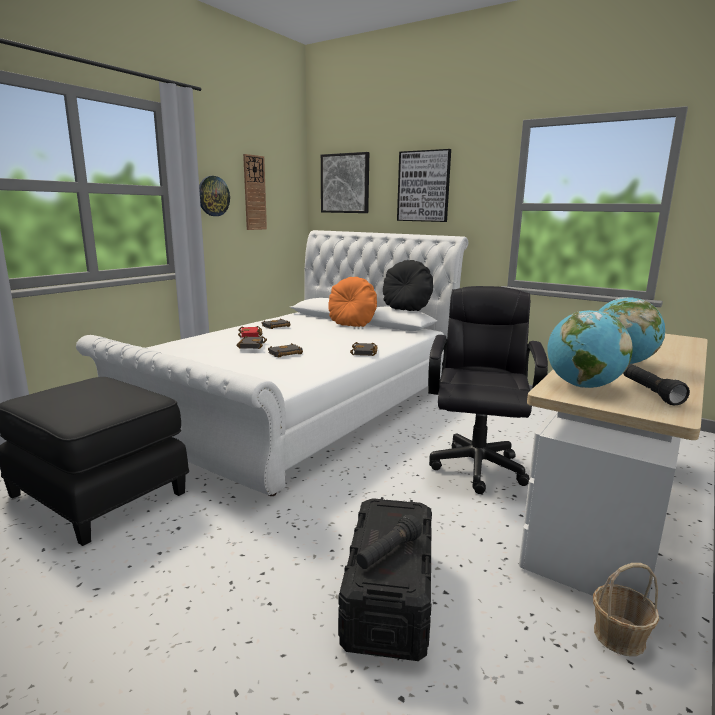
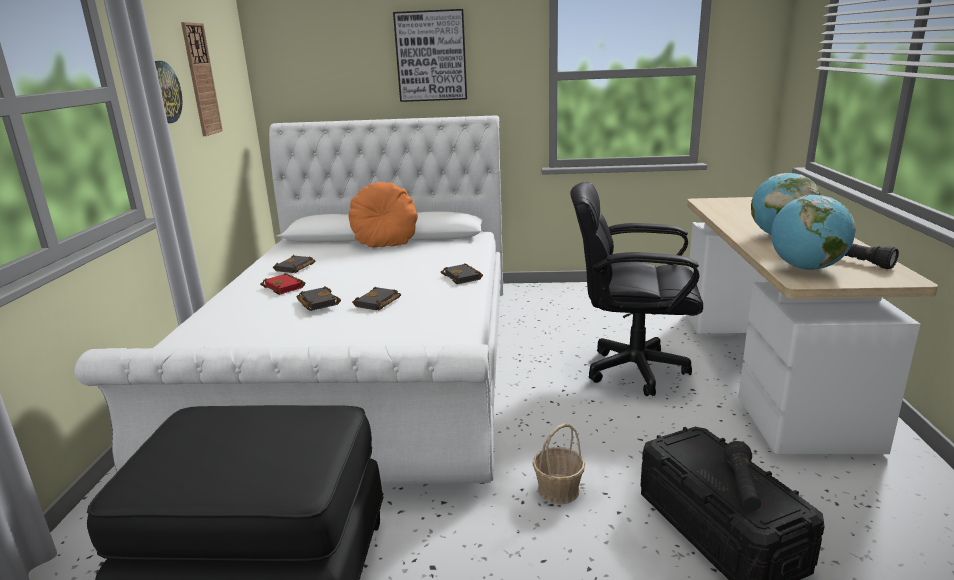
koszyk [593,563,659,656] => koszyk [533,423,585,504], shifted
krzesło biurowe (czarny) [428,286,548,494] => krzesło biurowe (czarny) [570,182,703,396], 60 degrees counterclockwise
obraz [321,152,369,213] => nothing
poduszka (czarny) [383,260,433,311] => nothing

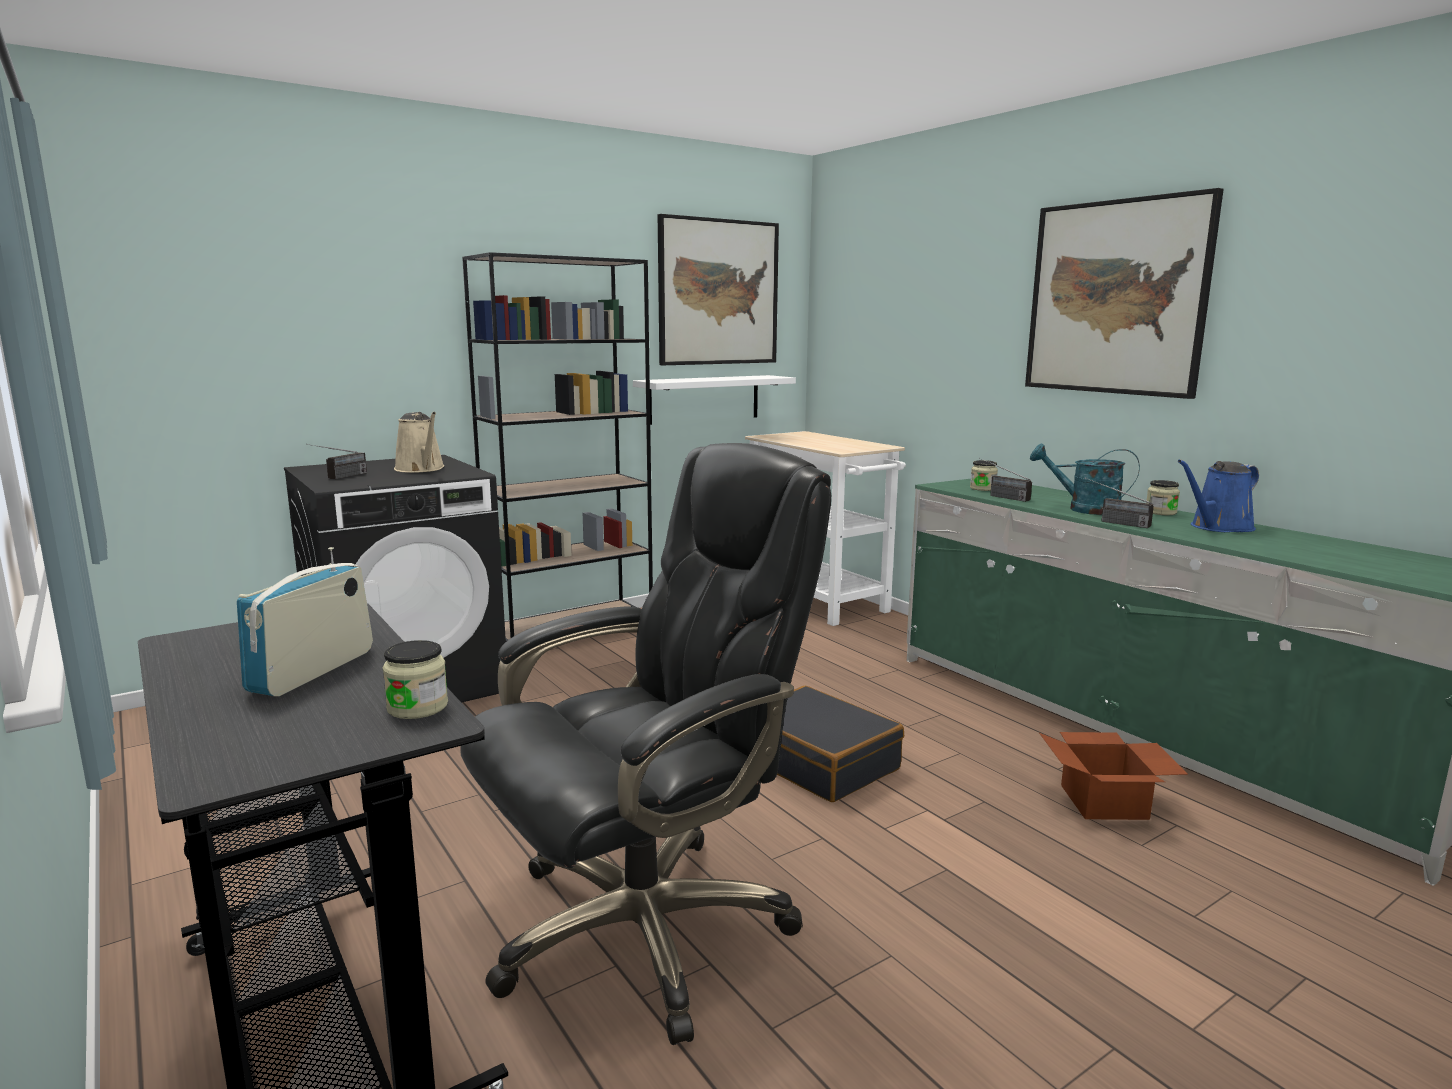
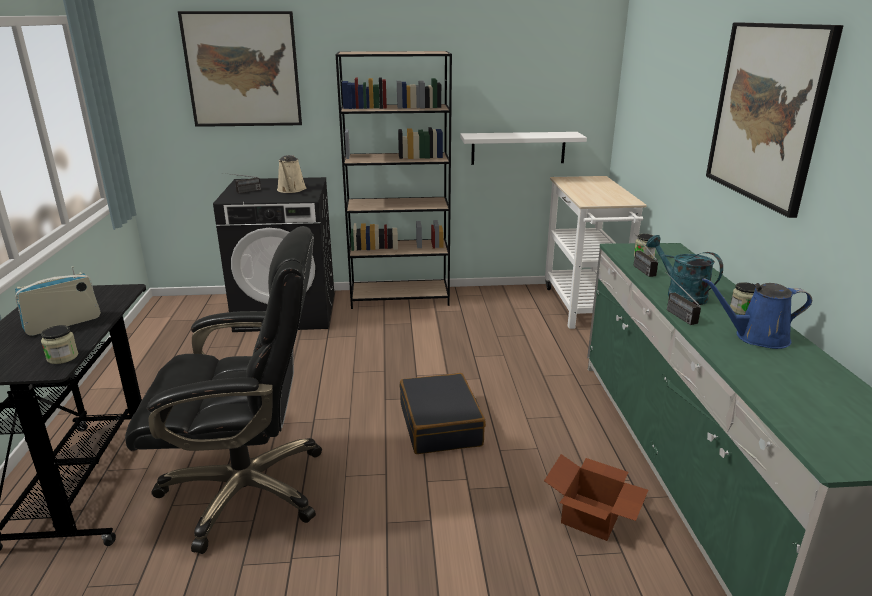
obraz [658,214,779,365] => obraz [178,11,302,127], shifted

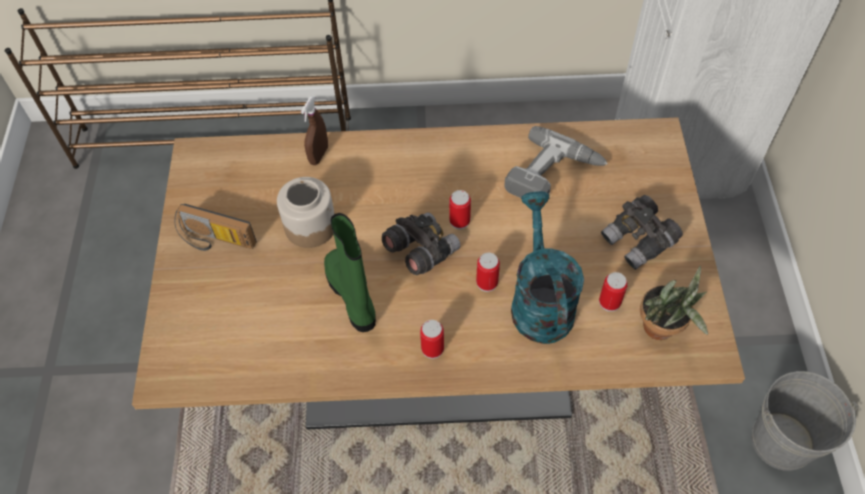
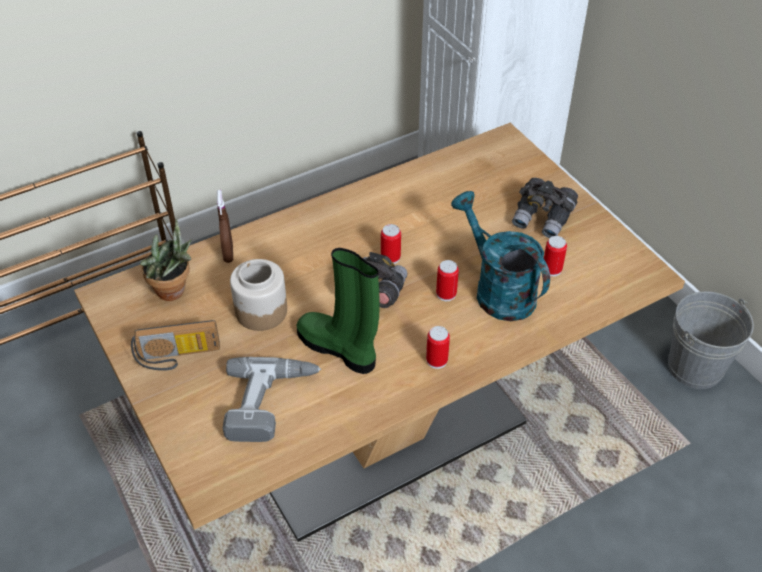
roślina doniczkowa [640,265,708,340] => roślina doniczkowa [140,219,191,301], shifted
wiertarka [504,126,608,198] => wiertarka [223,357,321,442], shifted

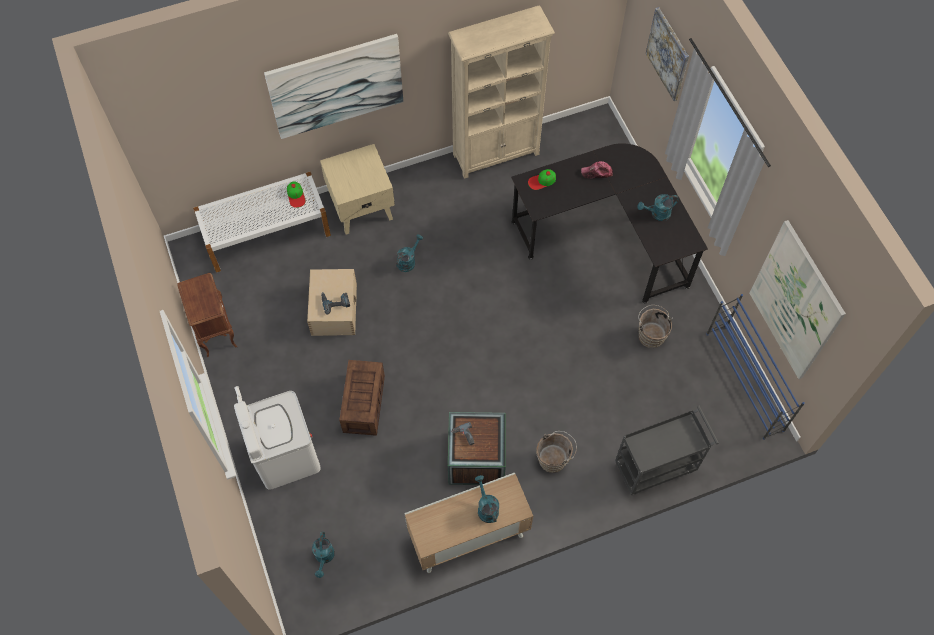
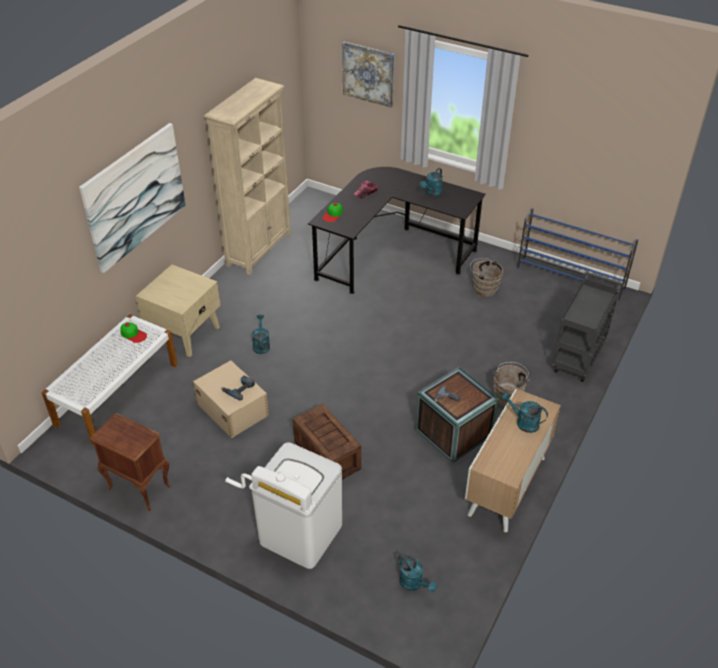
obraz [749,220,846,379] => nothing

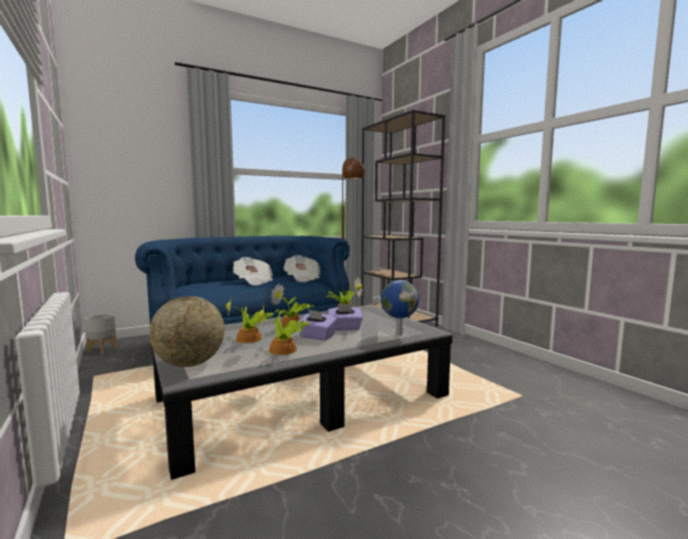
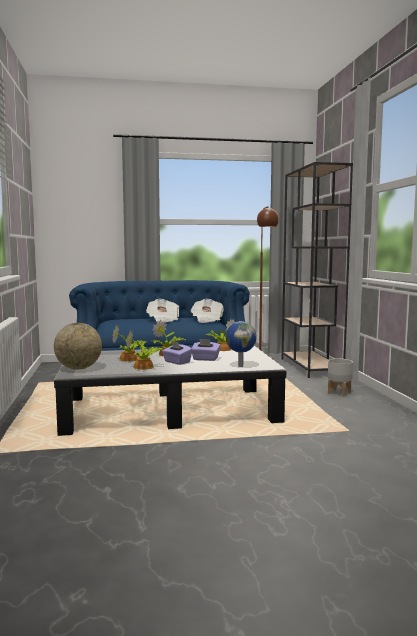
donica (szary) [85,314,117,354] => donica (szary) [328,359,353,397], shifted

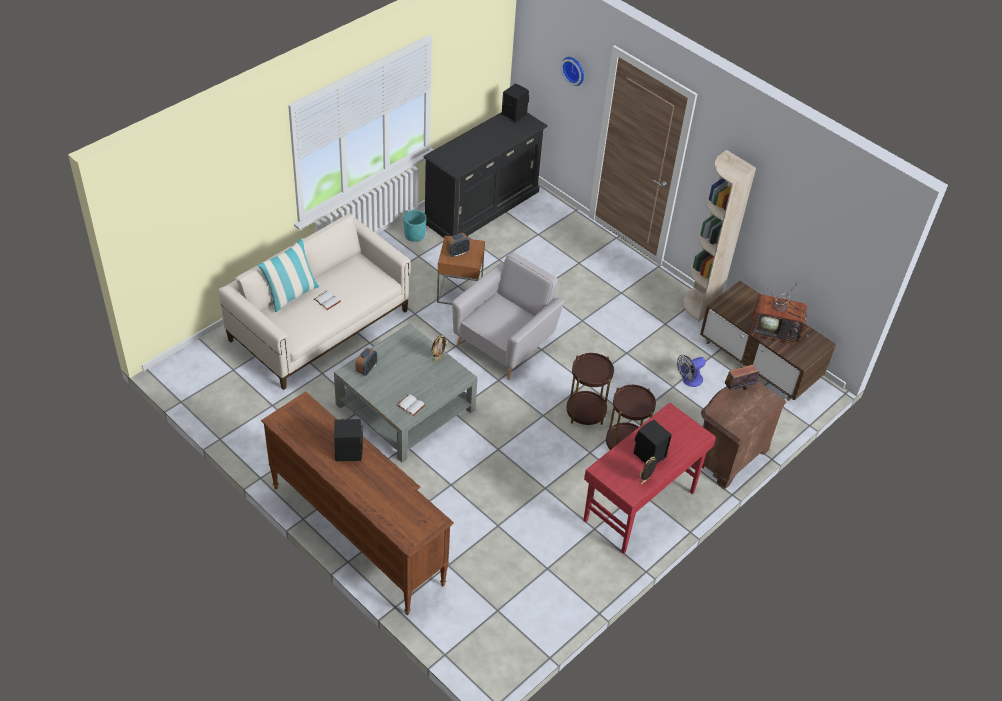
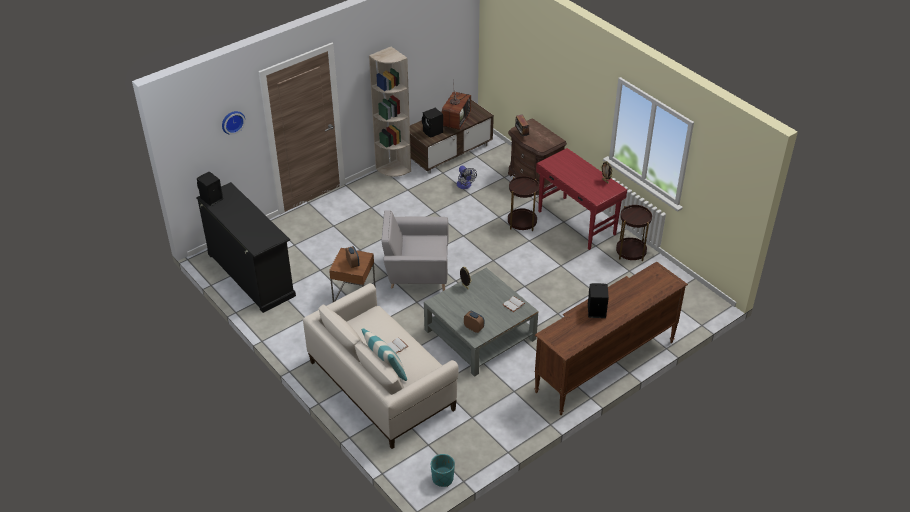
fotel (szary) [452,252,564,380] => fotel (szary) [381,210,448,291], 45 degrees counterclockwise
głośnik (czarny) [634,420,672,464] => głośnik (czarny) [422,108,443,138], shifted
donica (turkusowy) [403,210,427,242] => donica (turkusowy) [431,454,455,487], shifted
stolik (brązowy) [566,353,614,425] => stolik (brązowy) [616,205,652,261], shifted

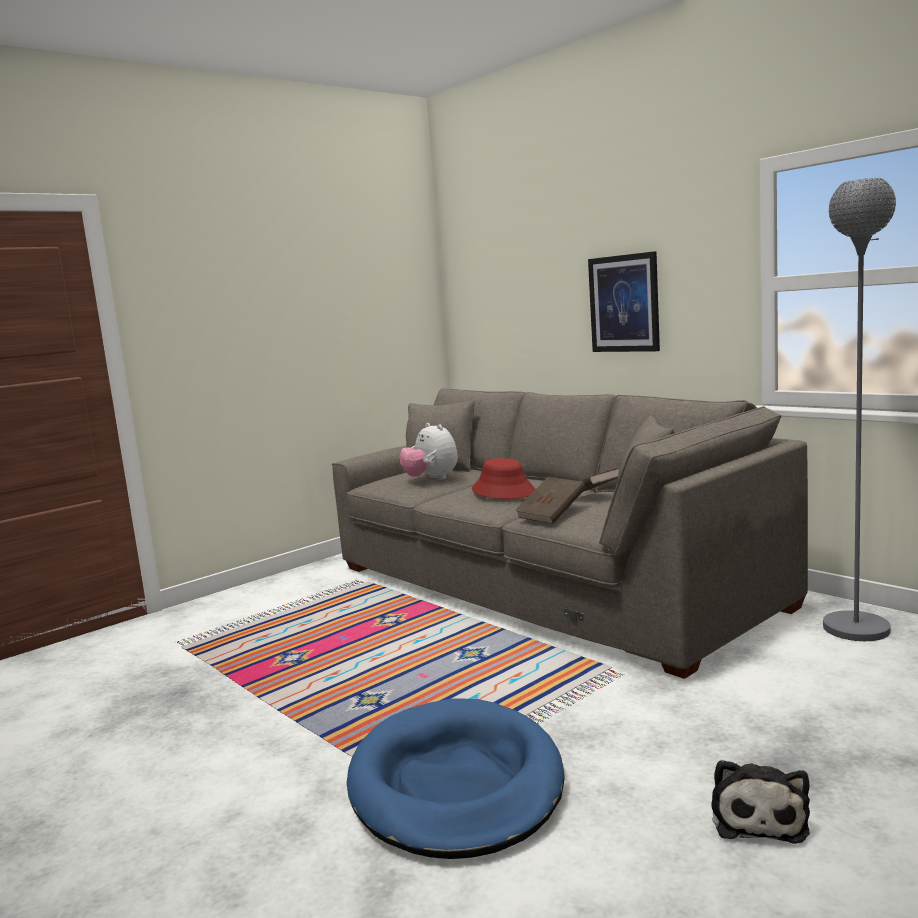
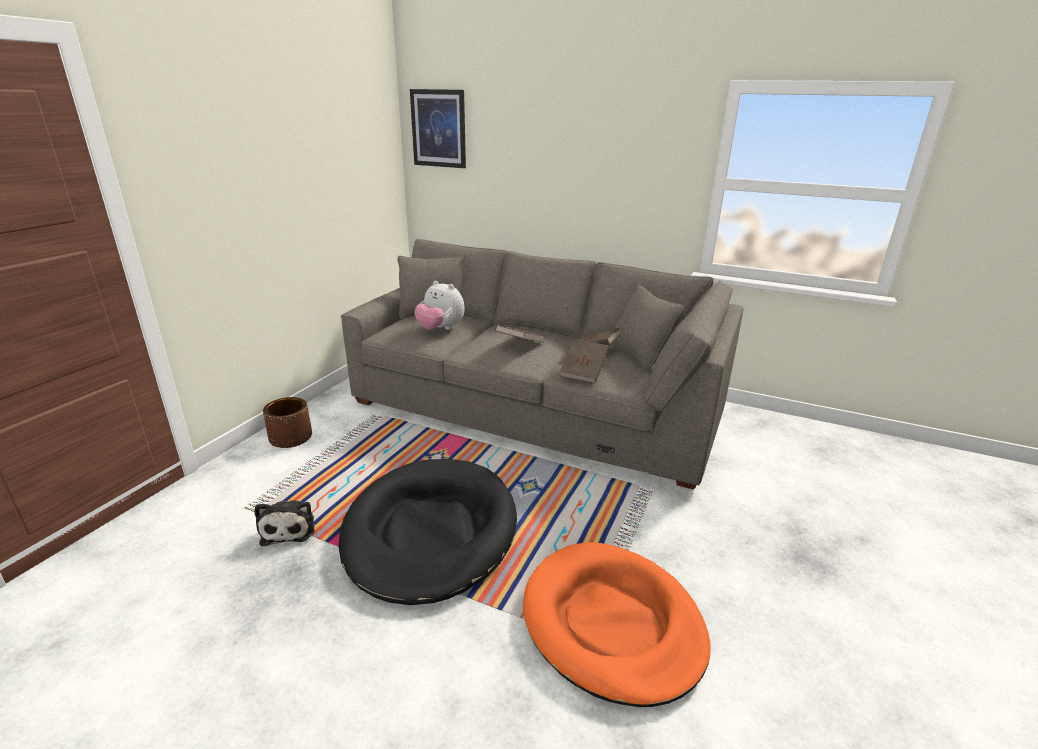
pluszak [711,760,810,844] => pluszak [254,500,315,546], shifted
nothing => donica (brązowy) [263,397,312,448]
nothing => legowisko (czarny) [338,459,517,605]
obraz [588,251,660,352] => obraz [410,89,466,168], shifted
kapelusz (czerwony) [472,458,535,499] => książka (brązowy) [495,325,546,342]
legowisko (niebieski) [347,699,564,859] => legowisko (pomarańczowy) [523,542,711,707]
lampa stojąca (szary) [823,178,896,641] => nothing

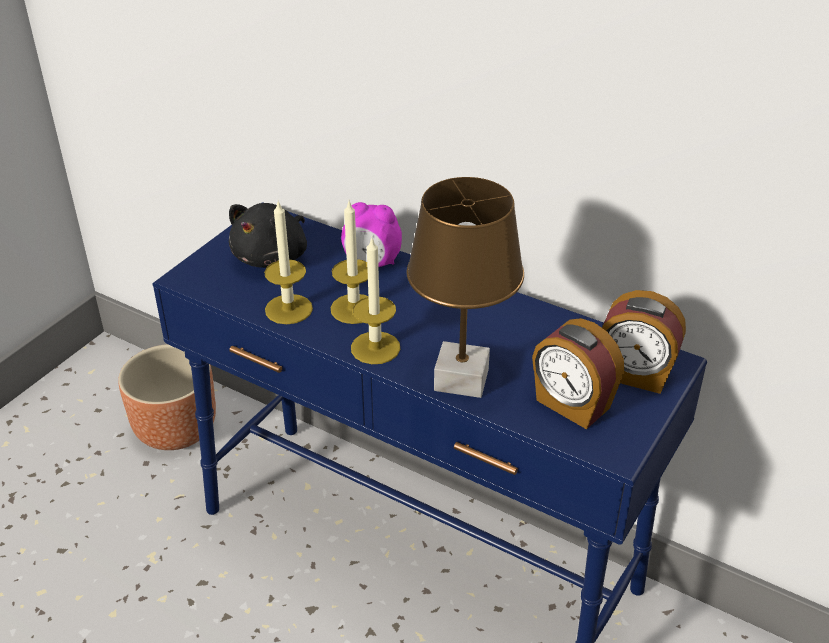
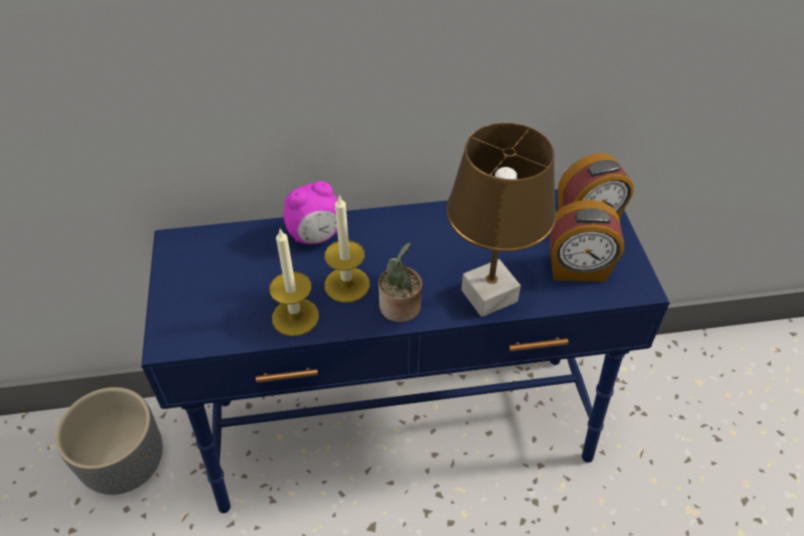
donica (brązowy) [118,344,216,450] => donica (szary) [56,387,163,495]
świeca [351,238,400,364] => roślina doniczkowa [378,242,422,322]
pluszak (czarny) [229,203,307,268] => nothing

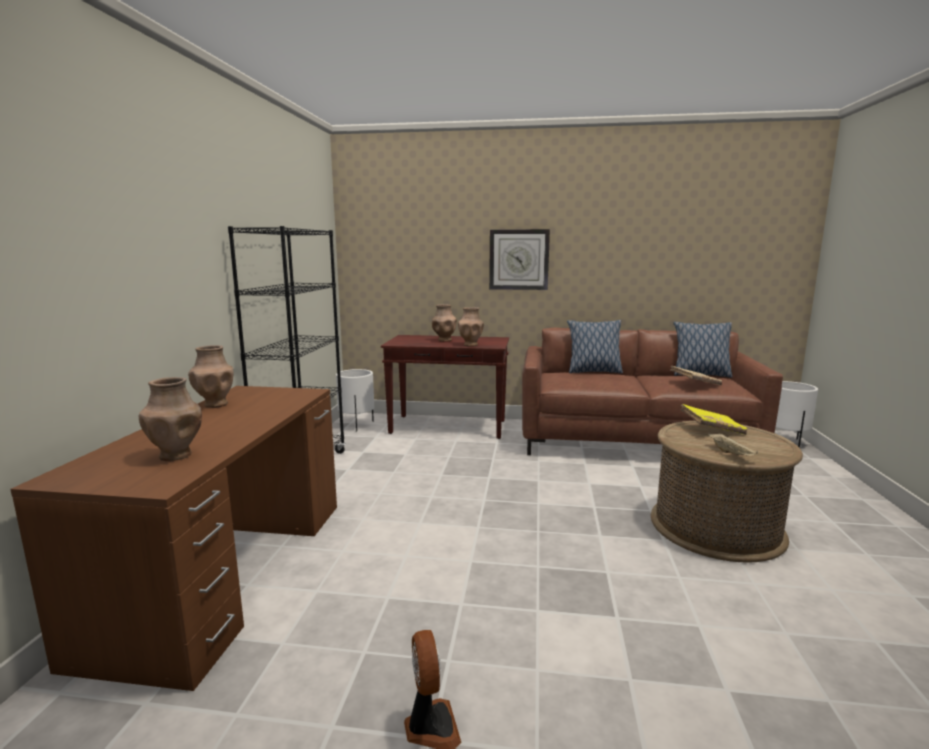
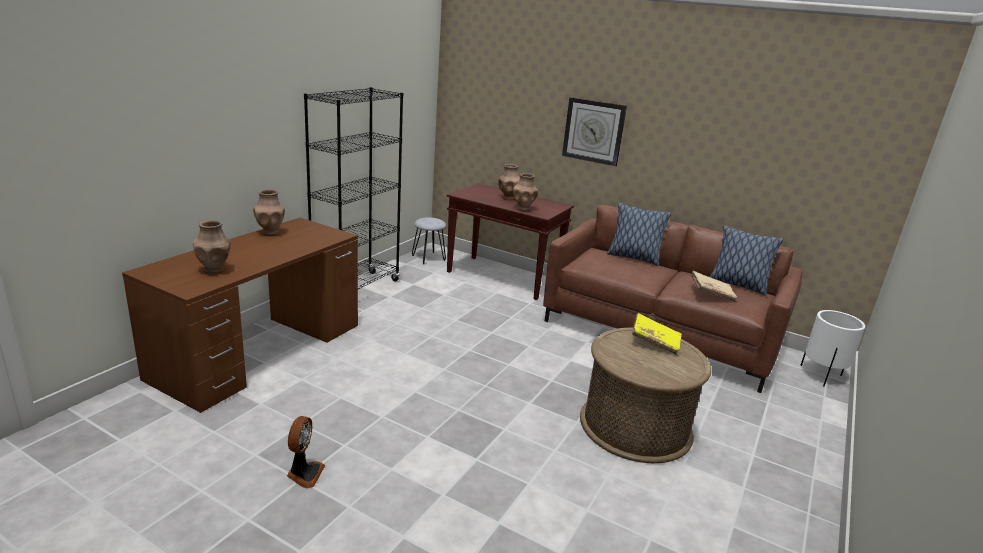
donica (biały) [336,369,374,432] => stołek (szary) [412,217,446,264]
taca (beżowy) [708,433,758,456] => nothing

